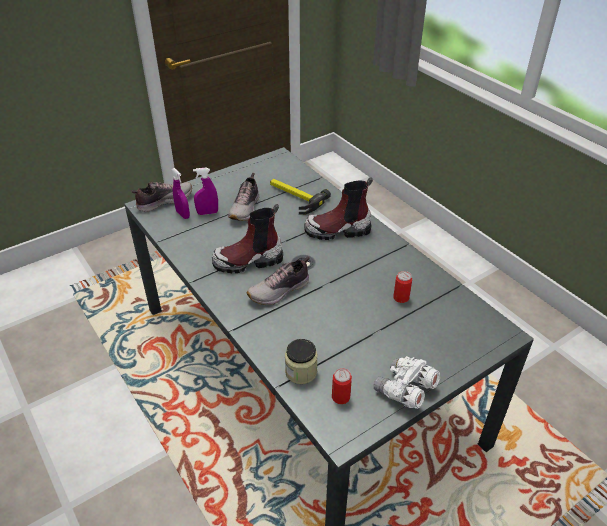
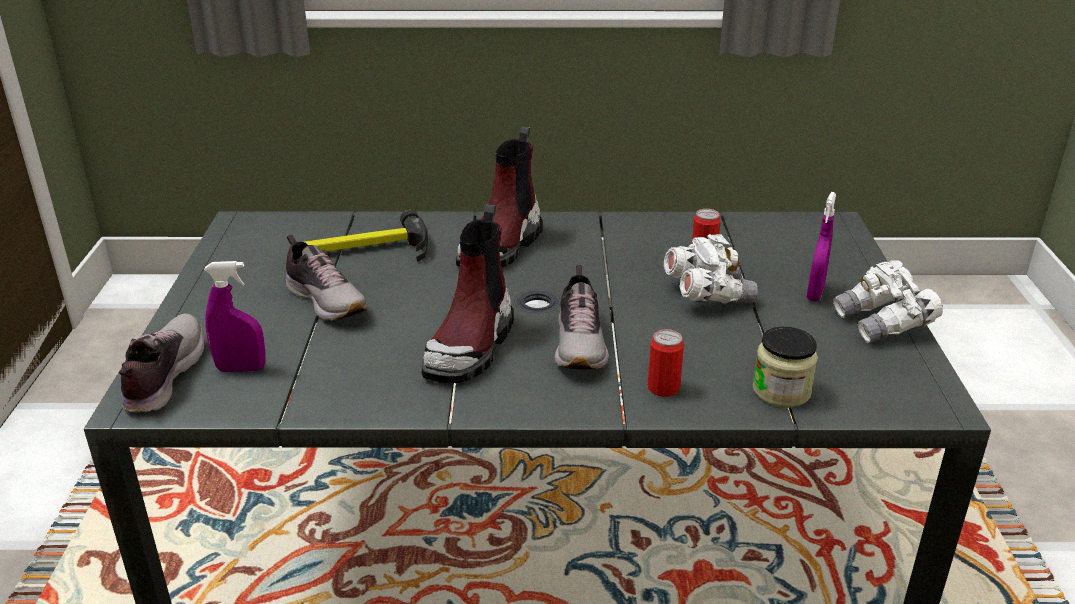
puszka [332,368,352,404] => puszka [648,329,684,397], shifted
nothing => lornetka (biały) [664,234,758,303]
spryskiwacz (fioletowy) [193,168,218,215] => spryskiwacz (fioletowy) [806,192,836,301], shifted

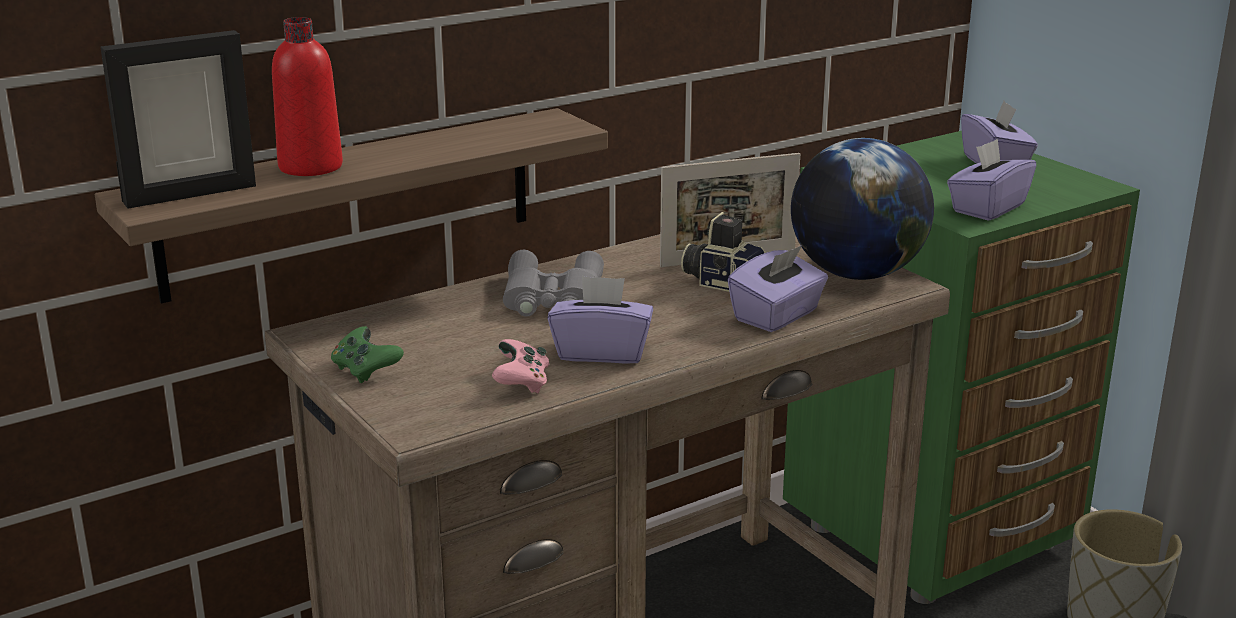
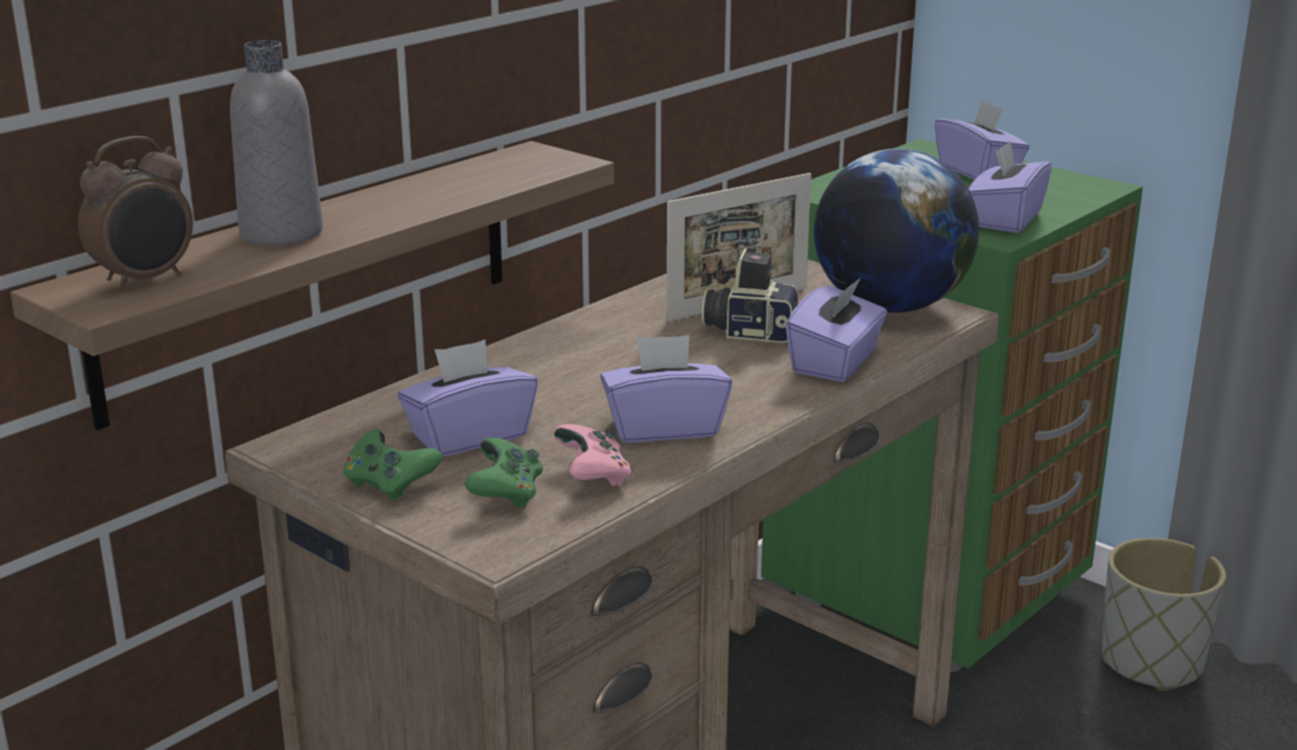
ramka na zdjęcie [100,30,256,208] => budzik [78,136,193,291]
butelka (czerwony) [272,17,343,176] => butelka (szary) [230,40,323,246]
nothing => pudełko chusteczek (fioletowy) [398,340,538,457]
nothing => pad do gier (zielony) [465,438,543,509]
lornetka (szary) [503,250,604,317] => nothing

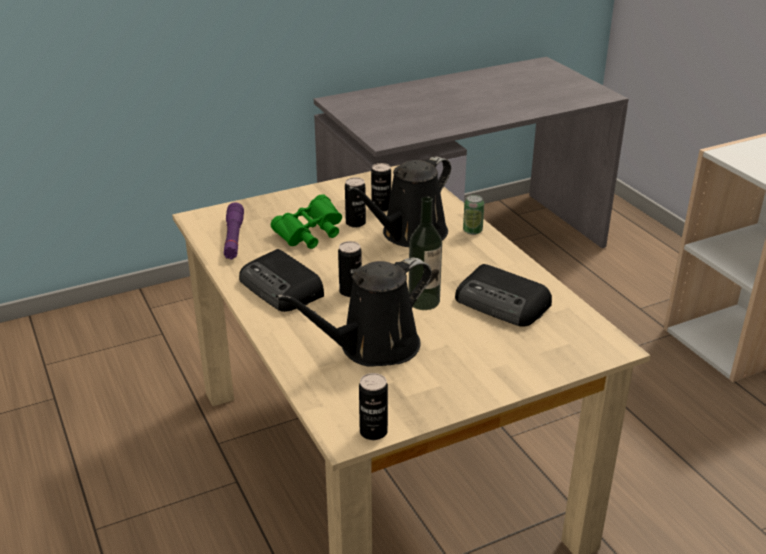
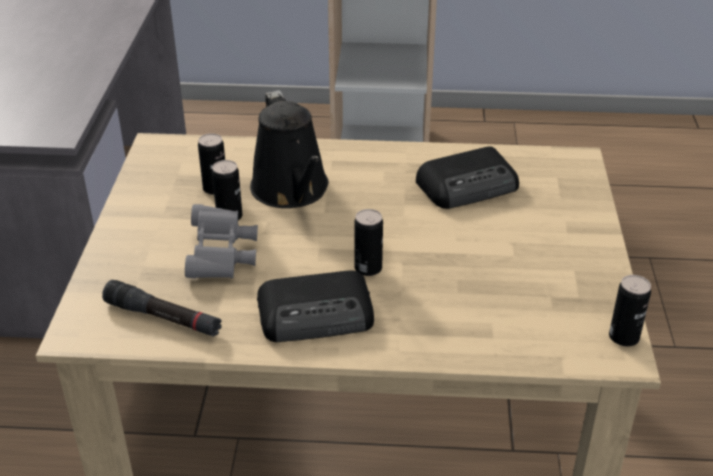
latarka (fioletowy) [224,202,244,259] => latarka (czarny) [102,280,222,337]
lornetka (zielony) [271,194,342,249] => lornetka (szary) [185,204,258,279]
konewka (czarny) [276,258,432,367] => nothing
butelka [408,196,442,310] => nothing
puszka [463,195,484,235] => nothing

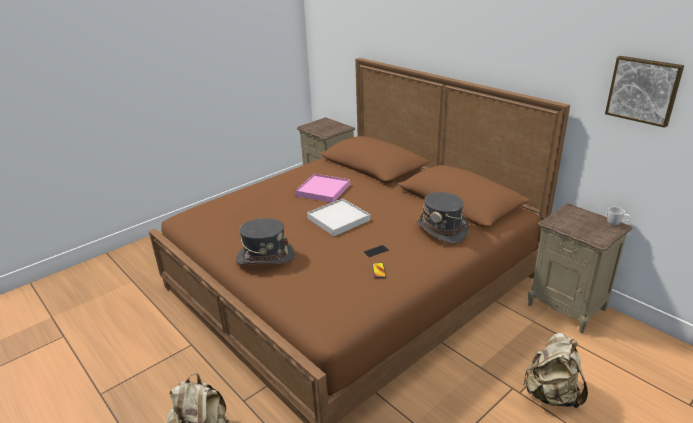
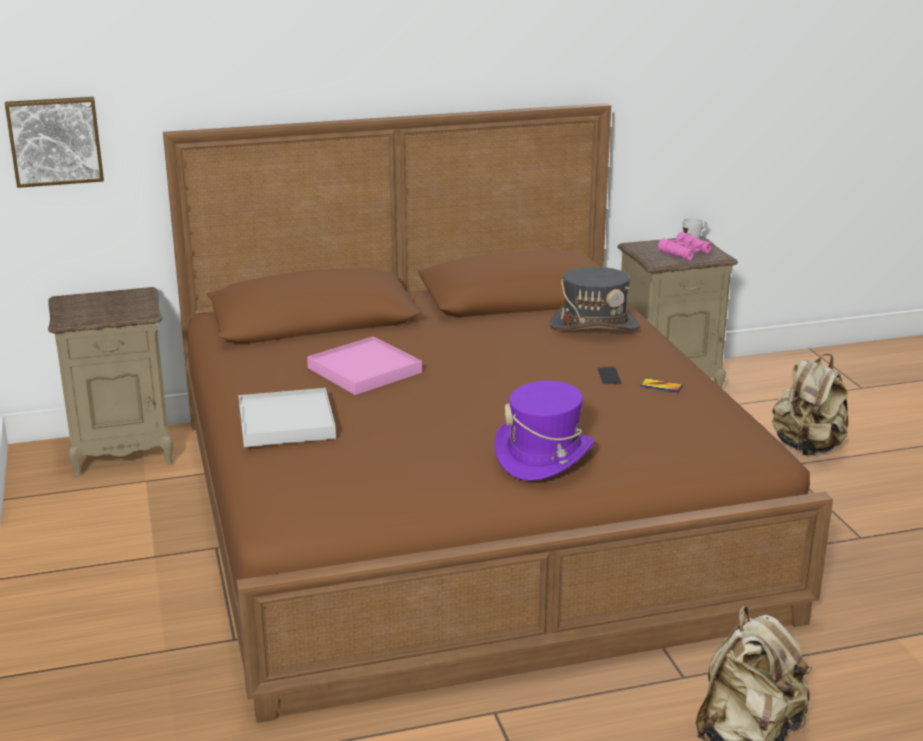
obraz [605,56,684,128] => obraz [5,97,104,188], shifted
taca (biały) [307,198,370,236] => taca (biały) [238,388,336,447], shifted
kapelusz (szary) [236,218,295,265] => kapelusz (fioletowy) [495,381,595,481]
nothing => lornetka (różowy) [658,232,712,261]

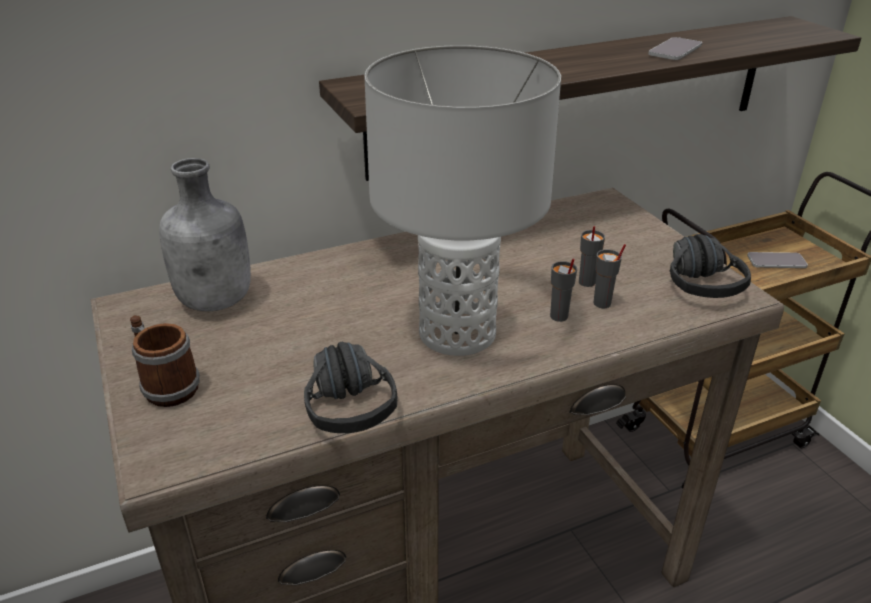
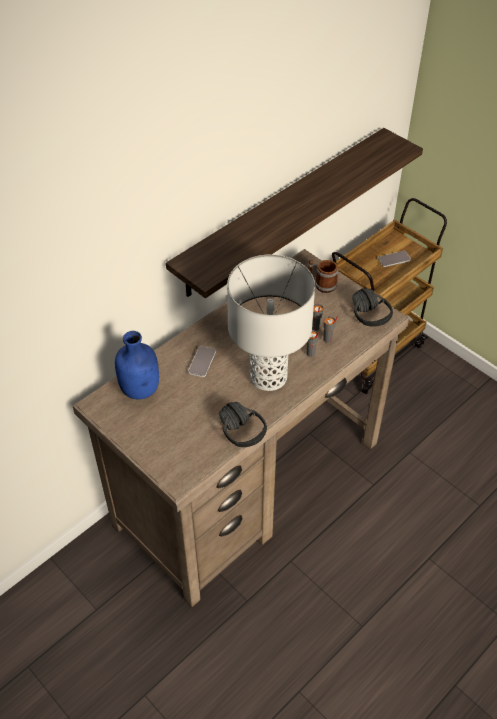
butelka (szary) [159,158,251,311] => butelka (niebieski) [115,331,159,400]
telefon [648,37,702,60] => telefon [188,346,216,377], shifted
kubek [130,315,200,407] => kubek [308,260,338,293], shifted

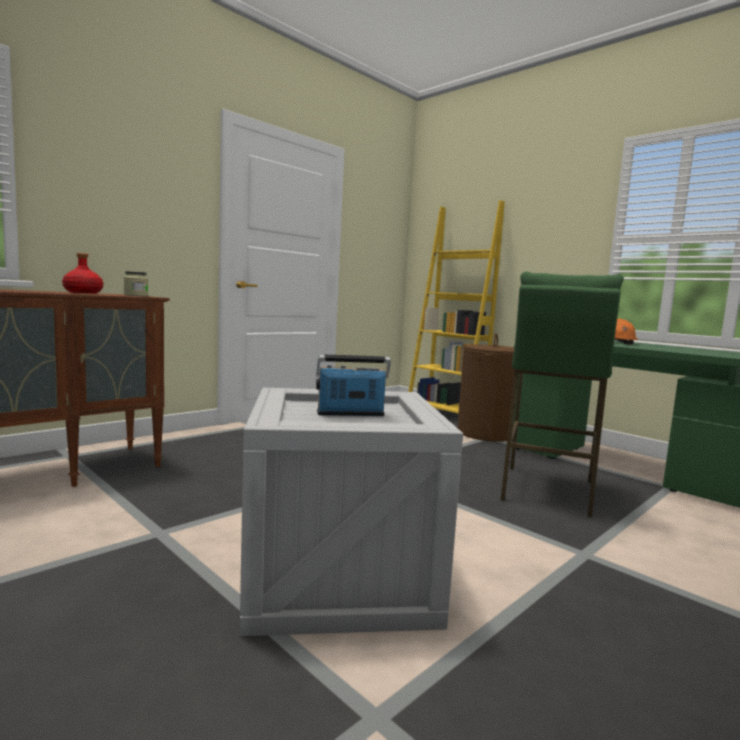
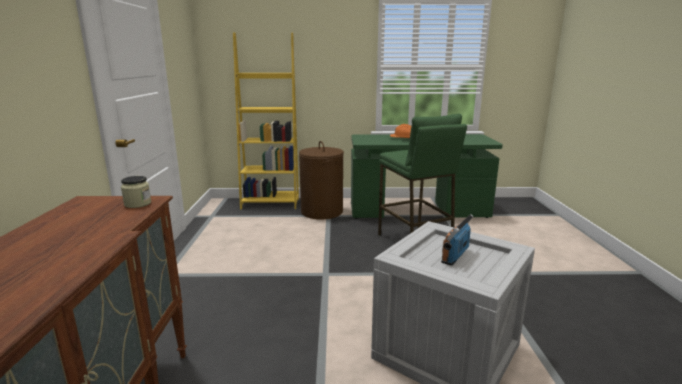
butelka (czerwony) [62,253,103,293] => nothing

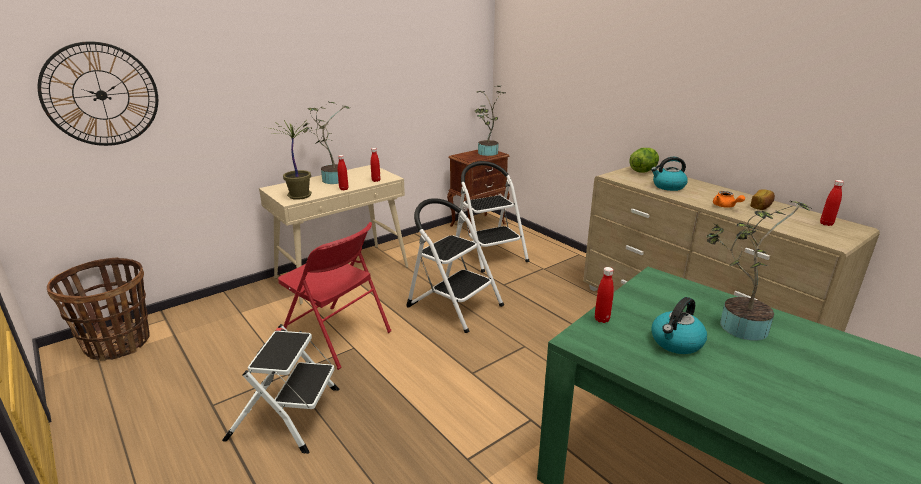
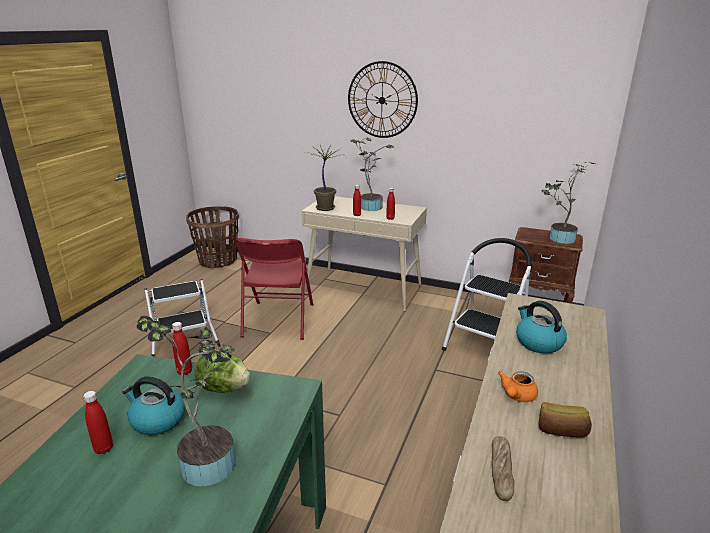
butelka (czerwony) [820,180,844,226] => butelka (czerwony) [83,391,113,454], shifted
sałata [629,148,659,173] => sałata [194,353,251,393], shifted
zegar ścienny [38,41,158,146] => zegar ścienny [348,61,418,138], shifted
nothing => chleb [492,436,514,501]
drabinka [406,198,504,333] => nothing

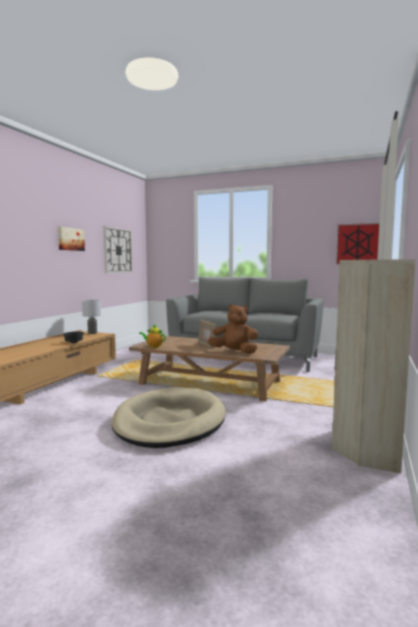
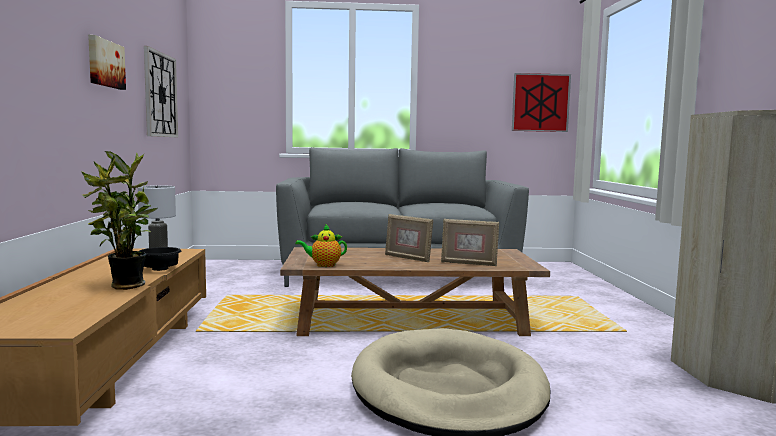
nothing => roślina doniczkowa [81,151,157,290]
pluszak (brązowy) [208,304,258,354] => ramka na zdjęcie [441,219,499,266]

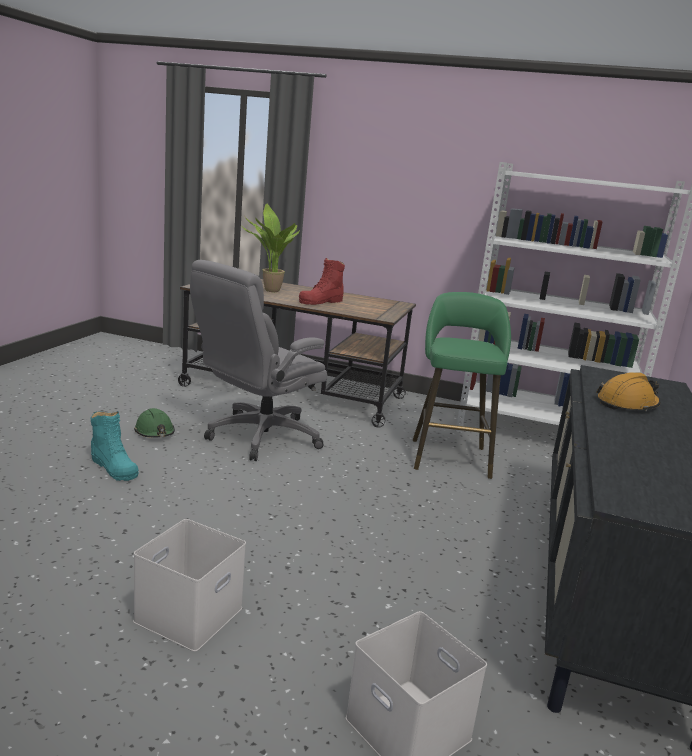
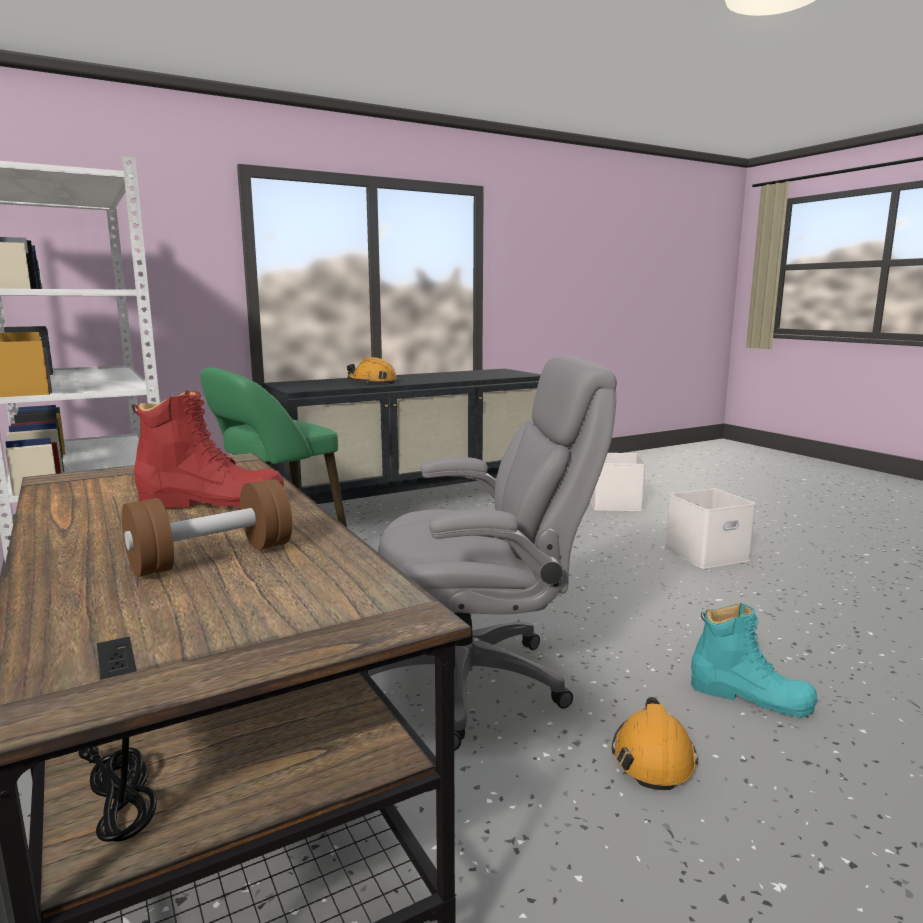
roślina doniczkowa [242,204,300,292] => hantel (brązowy) [122,479,292,577]
kask (zielony) [134,408,175,438] => kask (pomarańczowy) [612,697,698,790]
but z cholewką (turkusowy) [91,411,139,481] => but z cholewką (turkusowy) [691,603,817,718], 120 degrees clockwise

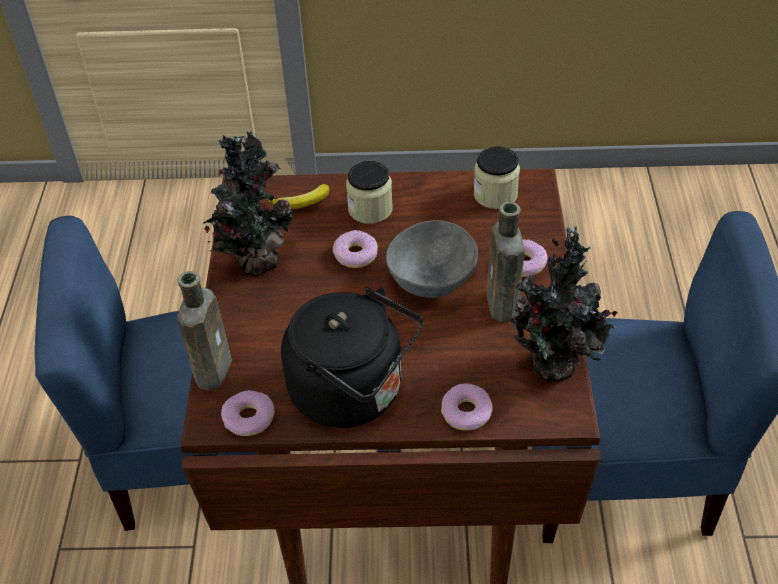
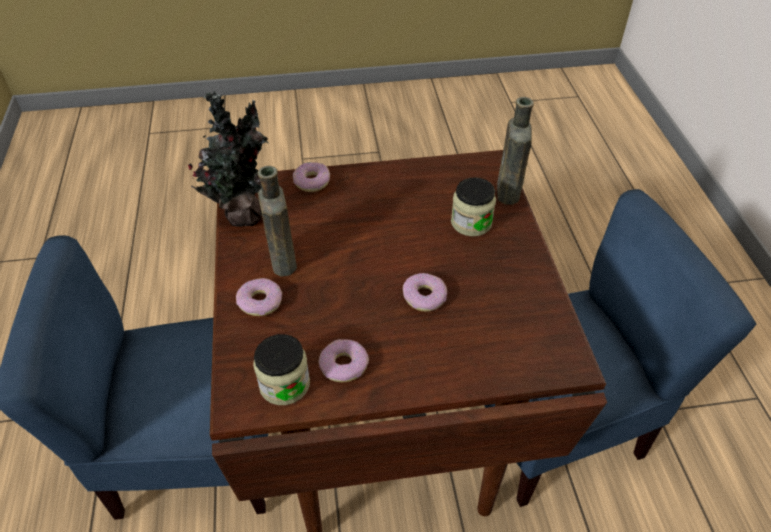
donut [221,390,274,436] => donut [319,339,369,382], shifted
słoik [346,161,393,224] => słoik [451,178,496,237], shifted
roślina doniczkowa [203,131,293,276] => nothing
banan [267,184,329,209] => nothing
czajnik (czarny) [281,287,423,428] => nothing
miska (szary) [386,220,478,298] => nothing

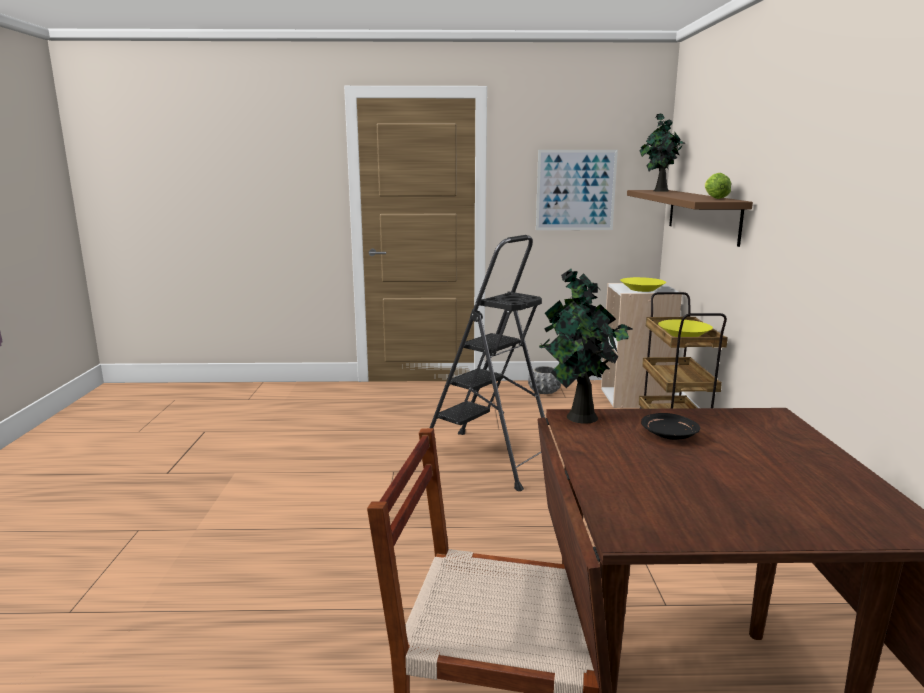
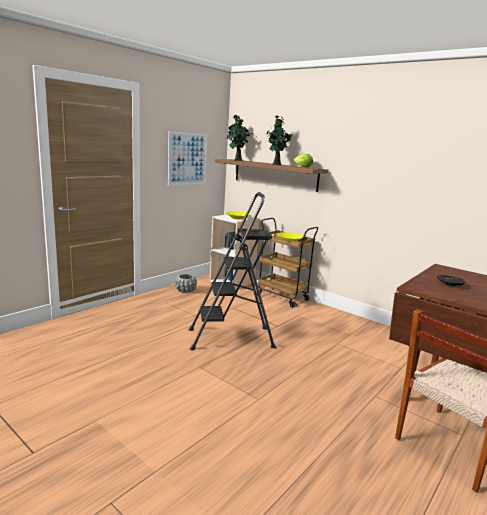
roślina doniczkowa [539,269,633,424] => roślina doniczkowa [267,115,292,165], shifted

